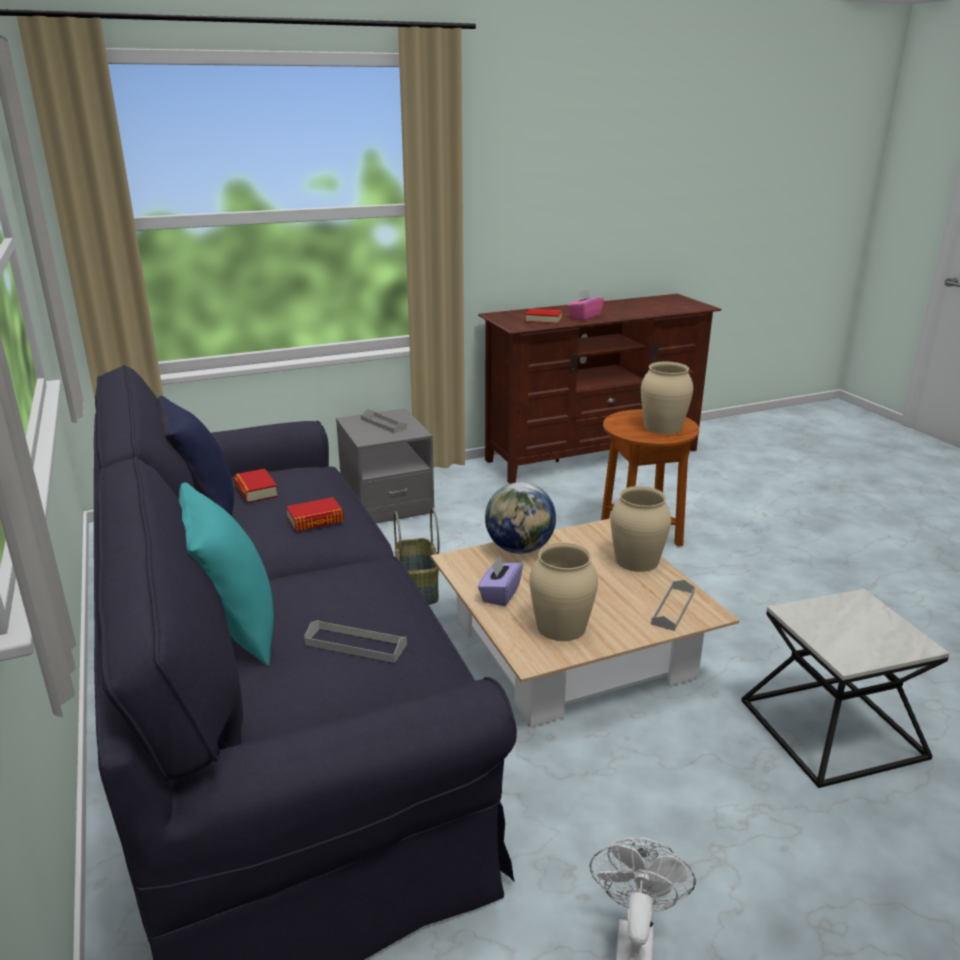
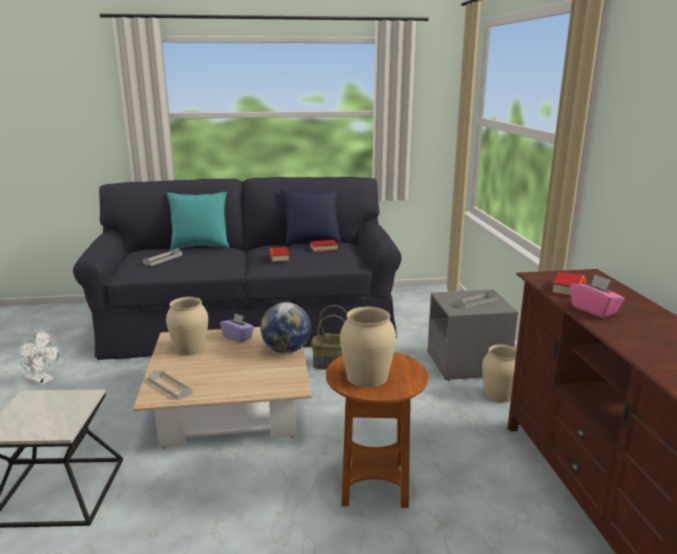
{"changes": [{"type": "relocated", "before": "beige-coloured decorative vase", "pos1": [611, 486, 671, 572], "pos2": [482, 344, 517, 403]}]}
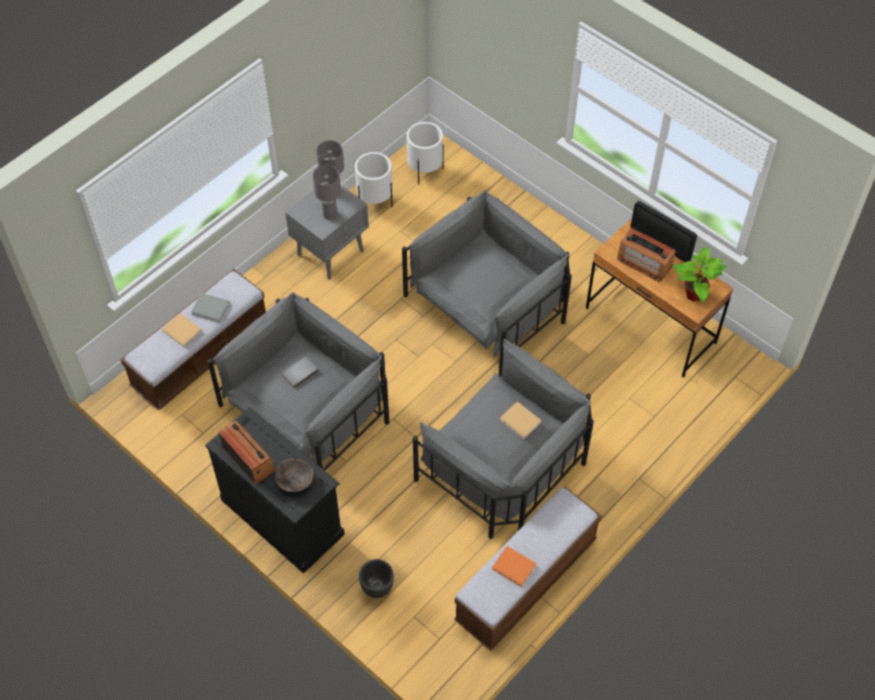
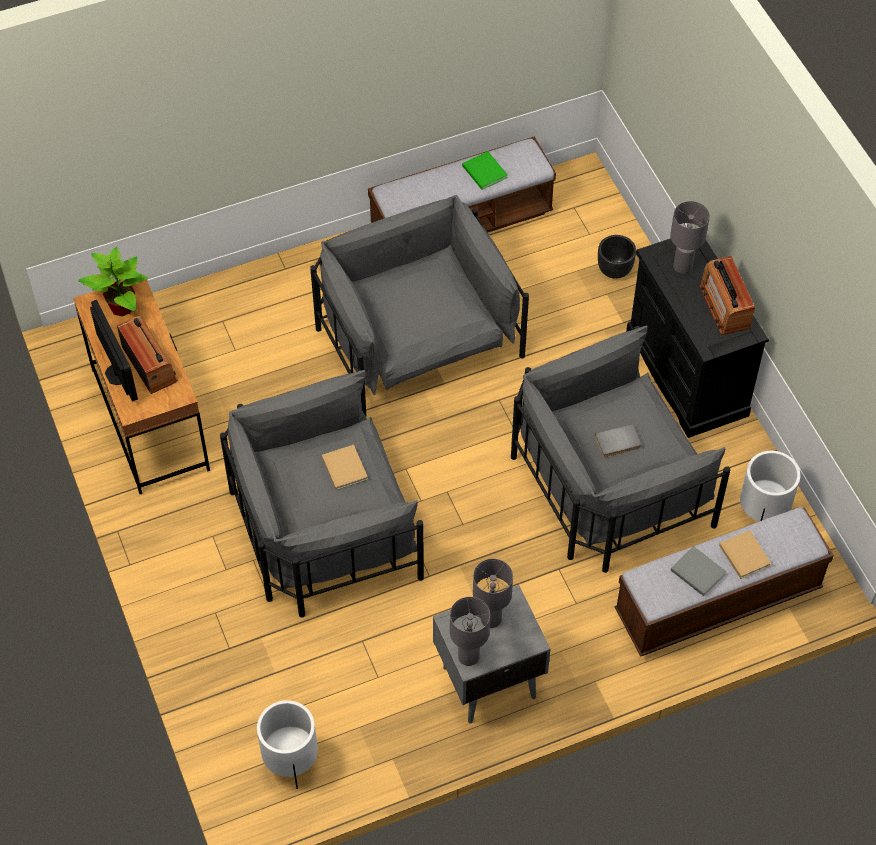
{"changes": [{"type": "relocated", "before": "white plant pot", "pos1": [355, 152, 393, 207], "pos2": [740, 451, 800, 521]}, {"type": "relocated", "before": "beige-coloured volume", "pos1": [500, 401, 542, 439], "pos2": [322, 445, 368, 490]}, {"type": "exchanged", "before": "brown-coloured bowl", "after": "gray table lamp", "pos1": [275, 458, 314, 492], "pos2": [670, 201, 710, 274]}, {"type": "colour", "before": "orange volume", "after": "green volume", "pos1": [492, 546, 536, 587], "pos2": [462, 151, 508, 190]}]}
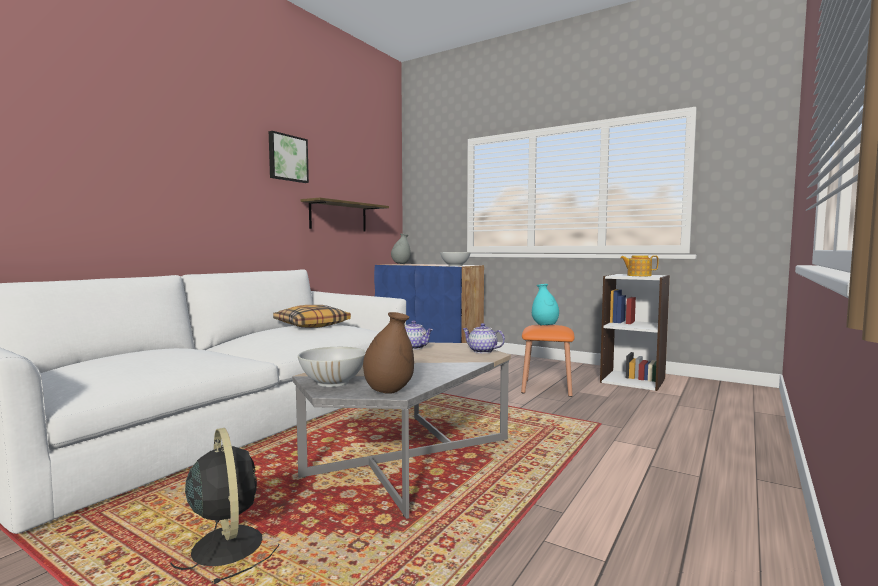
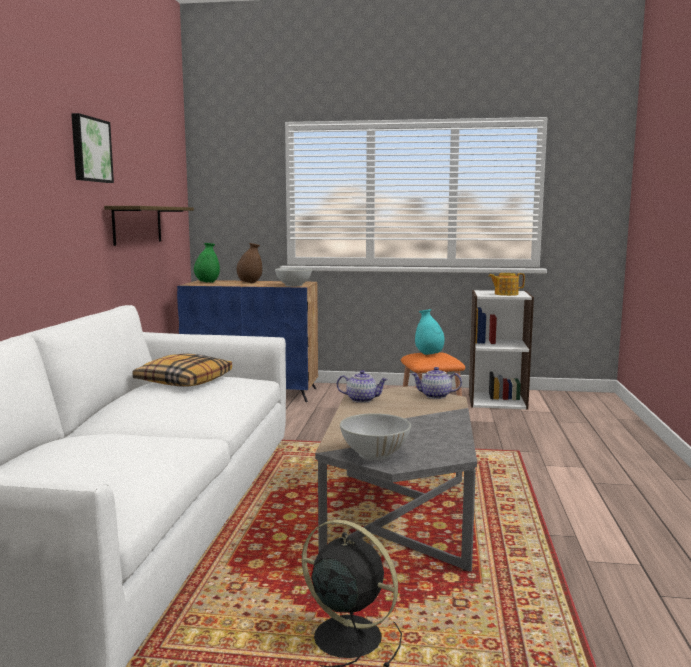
{"changes": [{"type": "colour", "before": "gray decorative vase", "after": "green decorative vase", "pos1": [391, 234, 411, 264], "pos2": [194, 243, 220, 283]}, {"type": "relocated", "before": "brown-coloured decorative vase", "pos1": [363, 312, 414, 394], "pos2": [237, 243, 262, 283]}]}
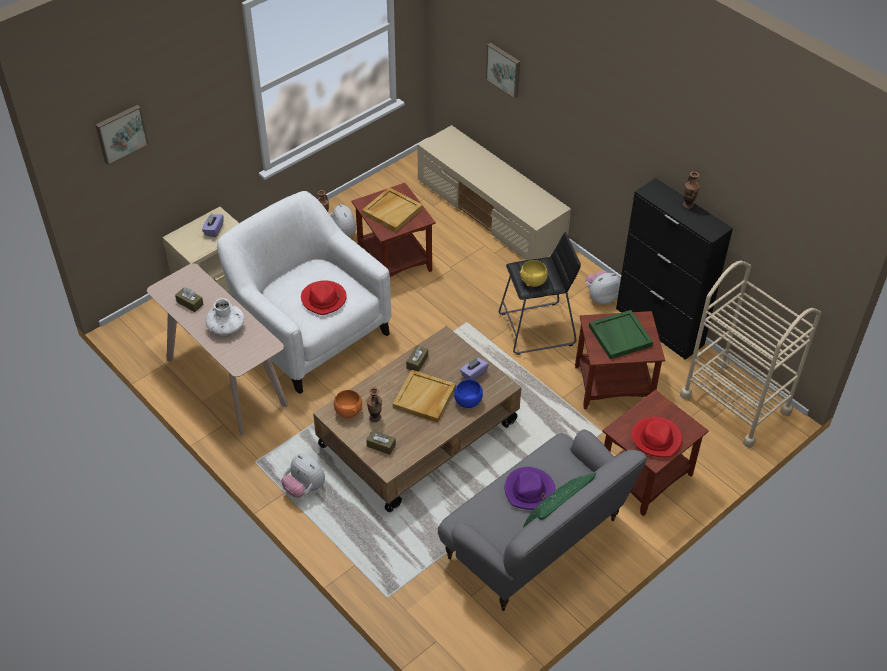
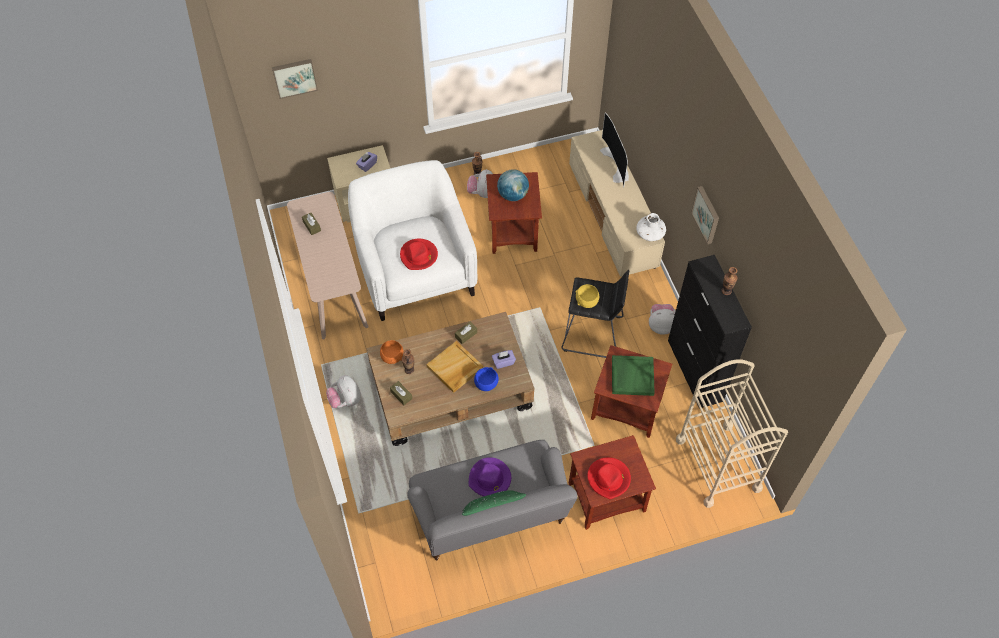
{"changes": [{"type": "relocated", "before": "picture", "pos1": [485, 43, 520, 99], "pos2": [691, 186, 719, 244]}, {"type": "exchanged", "before": "beige-coloured carrying tray", "after": "world globe", "pos1": [362, 187, 422, 232], "pos2": [497, 169, 529, 201]}, {"type": "relocated", "before": "white decorative vase", "pos1": [206, 298, 244, 335], "pos2": [636, 213, 666, 241]}, {"type": "appeared", "after": "television", "pos2": [600, 112, 629, 188]}]}
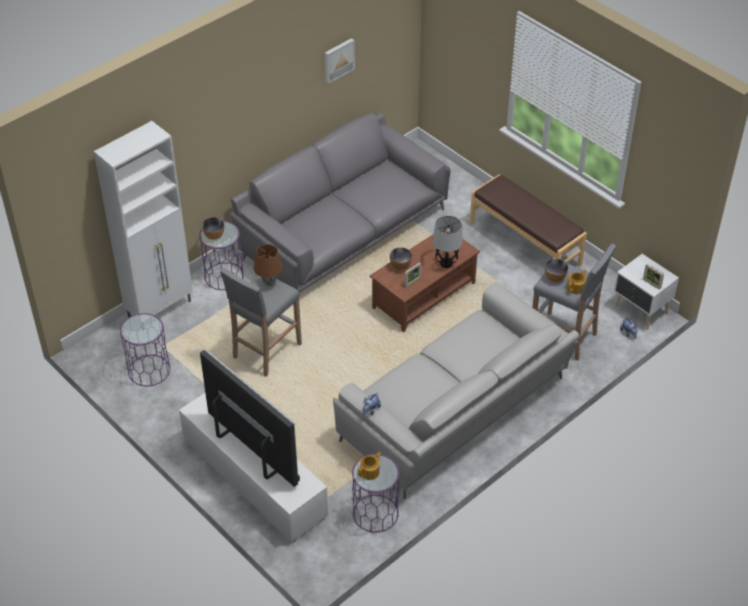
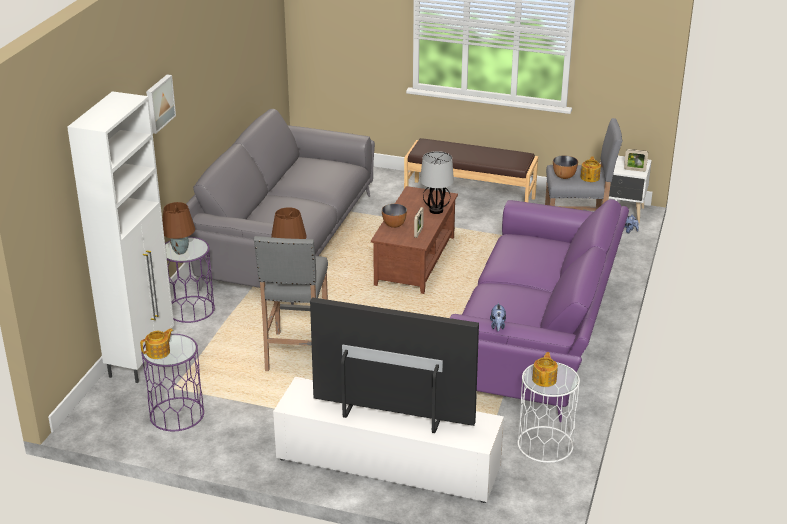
{"changes": [{"type": "relocated", "before": "picture", "pos1": [325, 38, 355, 83], "pos2": [146, 74, 176, 134]}, {"type": "exchanged", "before": "bowl", "after": "brown-coloured table lamp", "pos1": [202, 217, 224, 240], "pos2": [162, 202, 195, 254]}, {"type": "colour", "before": "gray couch", "after": "purple couch", "pos1": [333, 283, 579, 499], "pos2": [450, 199, 629, 422]}, {"type": "colour", "before": "purple side table", "after": "white side table", "pos1": [352, 454, 399, 533], "pos2": [517, 362, 580, 463]}, {"type": "appeared", "after": "teapot", "pos2": [140, 328, 174, 359]}]}
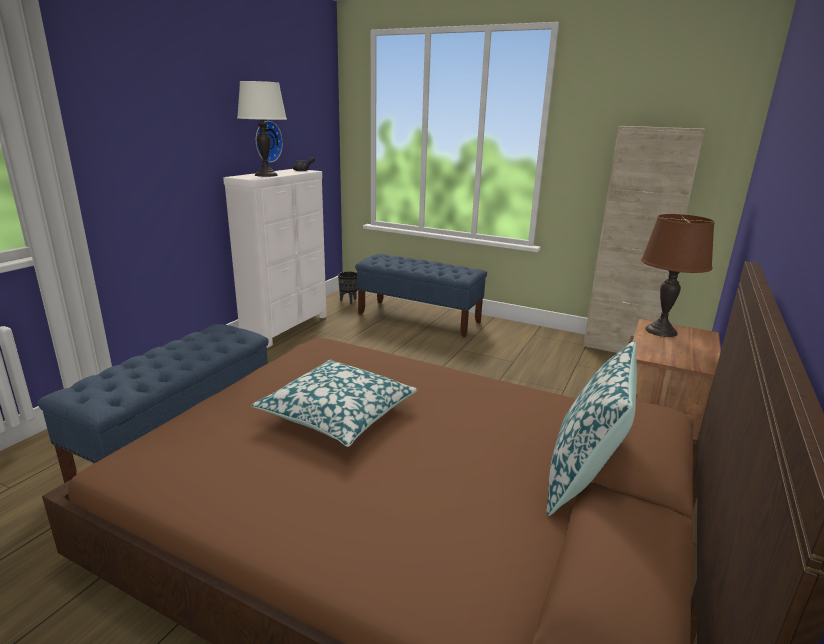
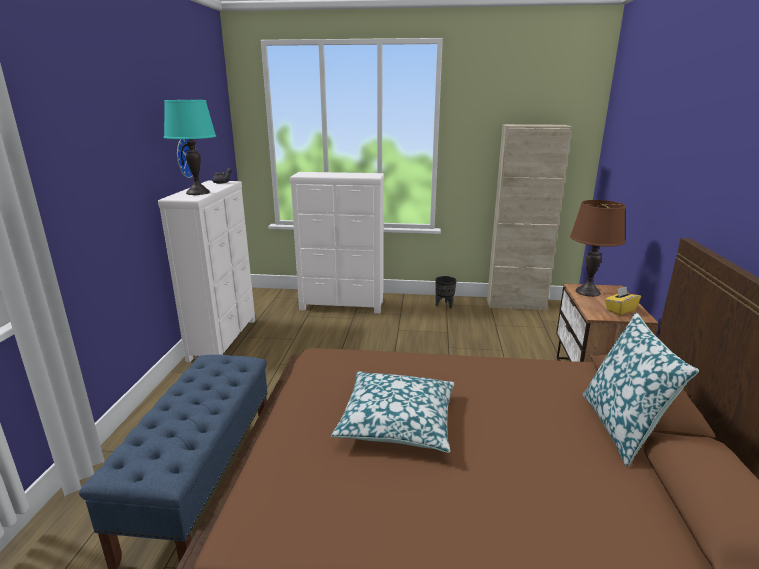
{"changes": [{"type": "colour", "before": "white table lamp", "after": "turquoise-coloured table lamp", "pos1": [237, 81, 287, 177], "pos2": [164, 100, 216, 195]}, {"type": "exchanged", "before": "bluish bench", "after": "white chest of drawers", "pos1": [355, 254, 487, 337], "pos2": [290, 172, 384, 314]}, {"type": "relocated", "before": "blackish plant pot", "pos1": [338, 272, 358, 304], "pos2": [435, 276, 457, 308]}, {"type": "appeared", "after": "yellow-coloured box of tissues", "pos2": [605, 286, 641, 315]}]}
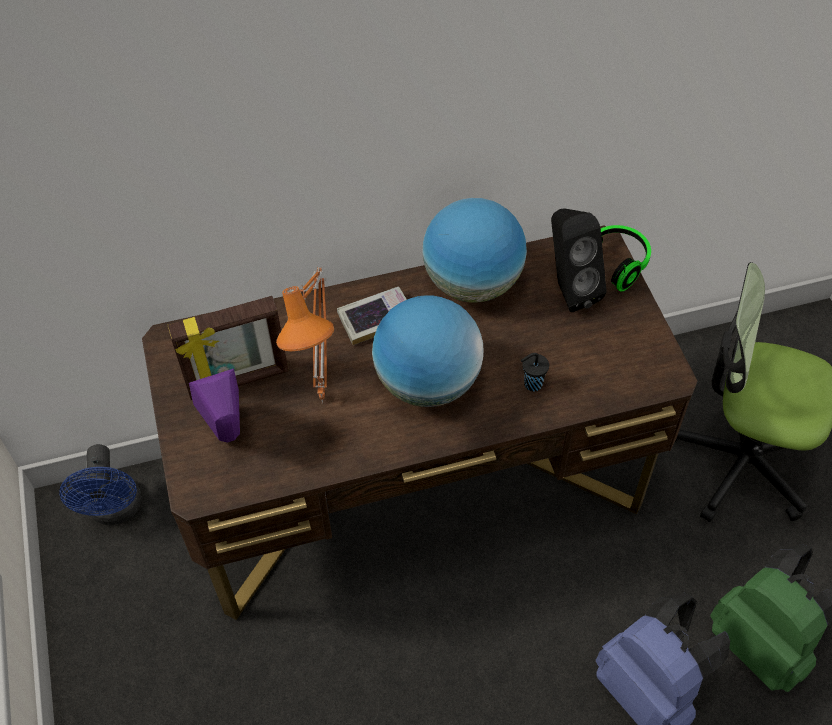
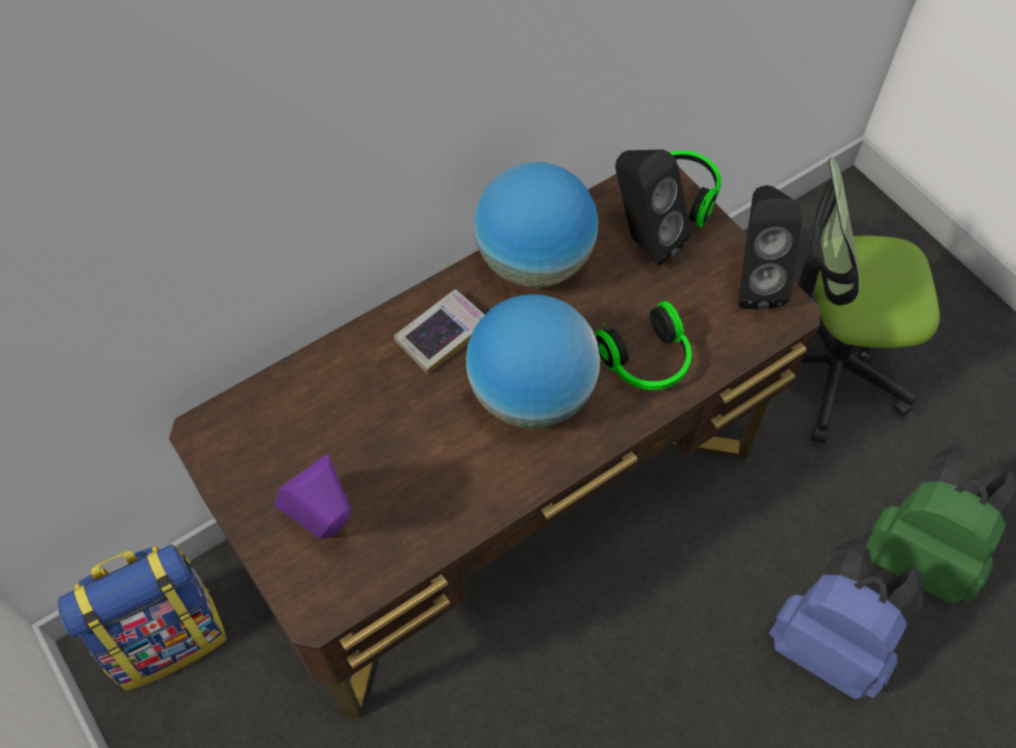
{"changes": [{"type": "missing", "before": "orange table lamp", "pos1": [276, 267, 334, 403]}, {"type": "missing", "before": "standing frame", "pos1": [167, 296, 289, 400]}, {"type": "exchanged", "before": "blackish small cup", "after": "headphones", "pos1": [521, 353, 549, 392], "pos2": [594, 301, 692, 390]}, {"type": "exchanged", "before": "bluish electric fan", "after": "backpack", "pos1": [59, 444, 141, 525], "pos2": [58, 544, 227, 691]}, {"type": "appeared", "after": "blackish audio speaker", "pos2": [738, 185, 802, 310]}]}
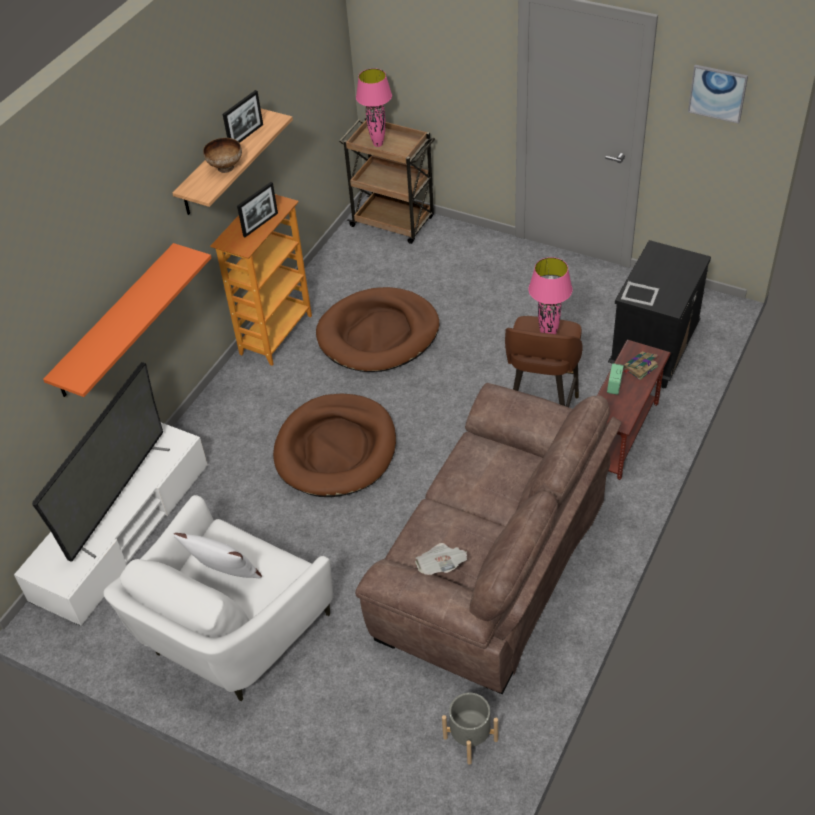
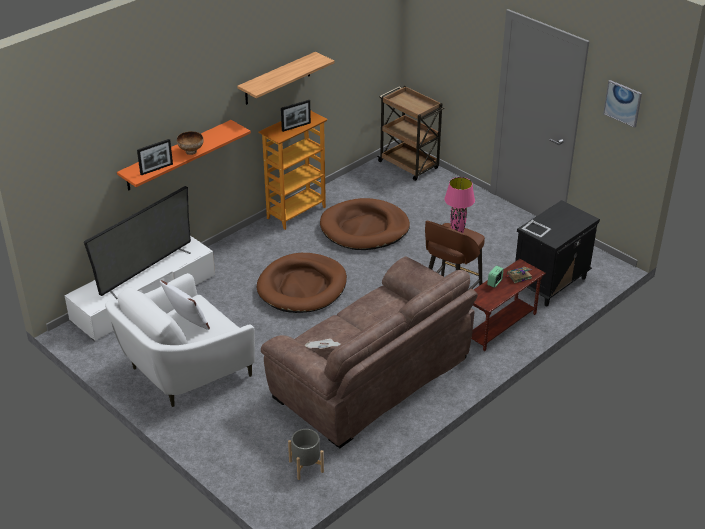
{"changes": [{"type": "missing", "before": "pink-coloured table lamp", "pos1": [356, 68, 392, 147]}, {"type": "relocated", "before": "standing frame", "pos1": [223, 90, 263, 143], "pos2": [137, 139, 173, 176]}, {"type": "relocated", "before": "bowl", "pos1": [203, 138, 242, 173], "pos2": [177, 131, 203, 155]}]}
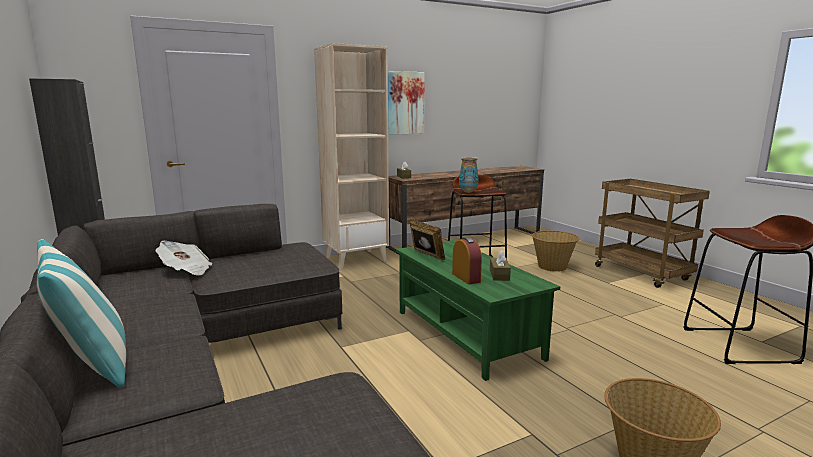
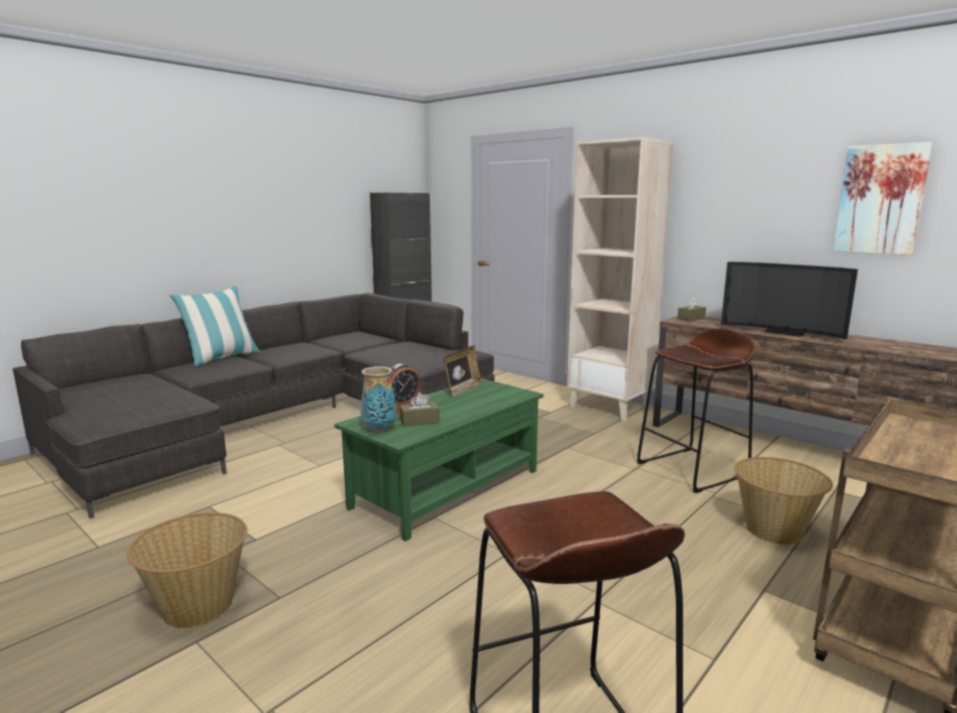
{"changes": [{"type": "relocated", "before": "picture", "pos1": [388, 71, 425, 135], "pos2": [833, 142, 933, 255]}, {"type": "relocated", "before": "decorative vase", "pos1": [459, 157, 479, 193], "pos2": [361, 366, 396, 432]}, {"type": "missing", "before": "newspaper", "pos1": [156, 241, 213, 276]}, {"type": "appeared", "after": "television", "pos2": [721, 262, 858, 339]}]}
